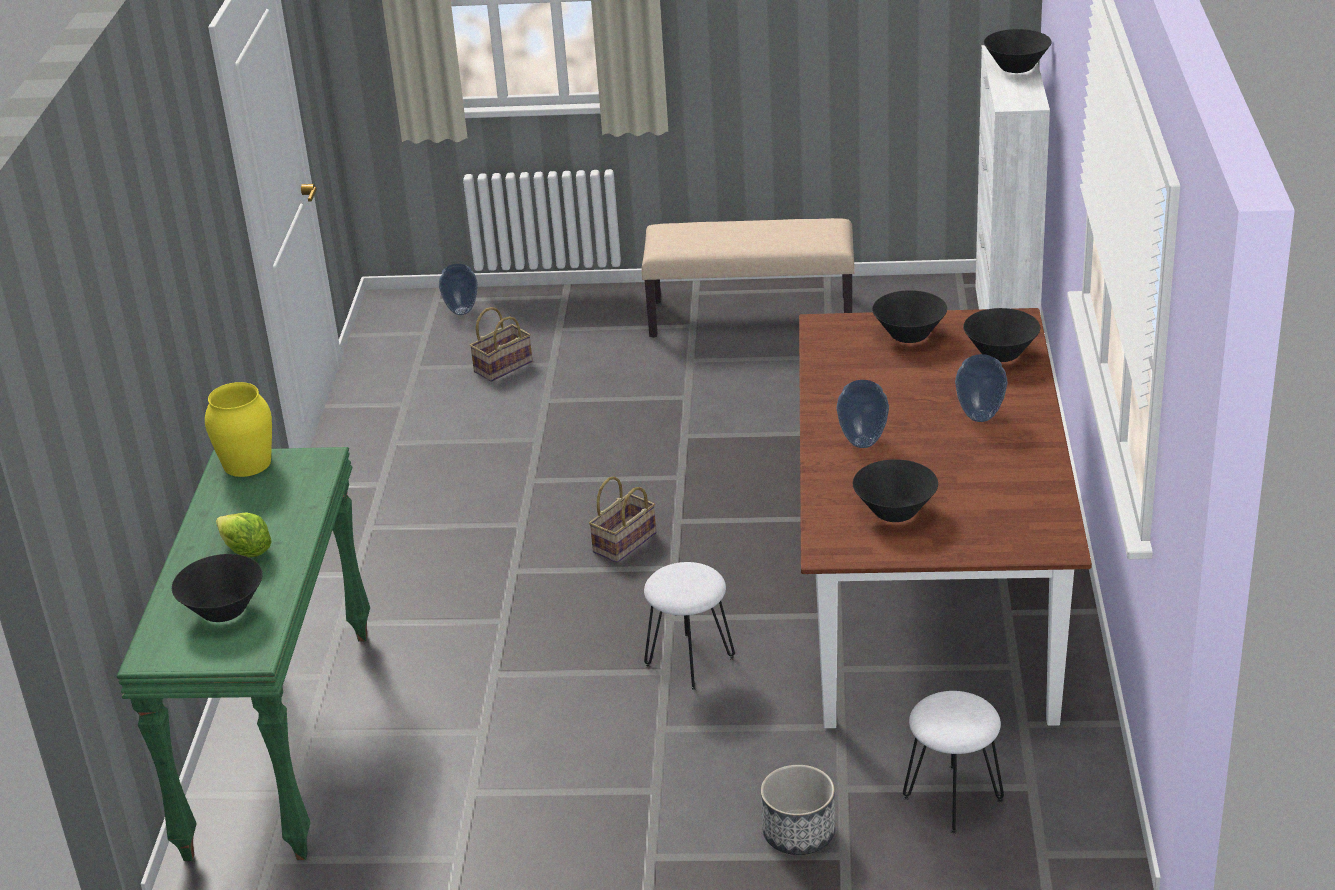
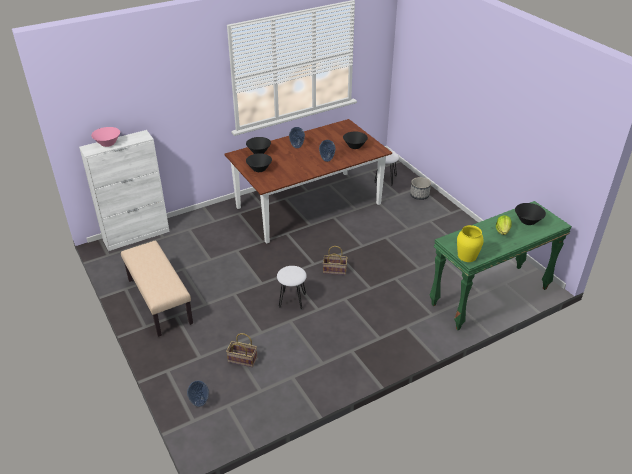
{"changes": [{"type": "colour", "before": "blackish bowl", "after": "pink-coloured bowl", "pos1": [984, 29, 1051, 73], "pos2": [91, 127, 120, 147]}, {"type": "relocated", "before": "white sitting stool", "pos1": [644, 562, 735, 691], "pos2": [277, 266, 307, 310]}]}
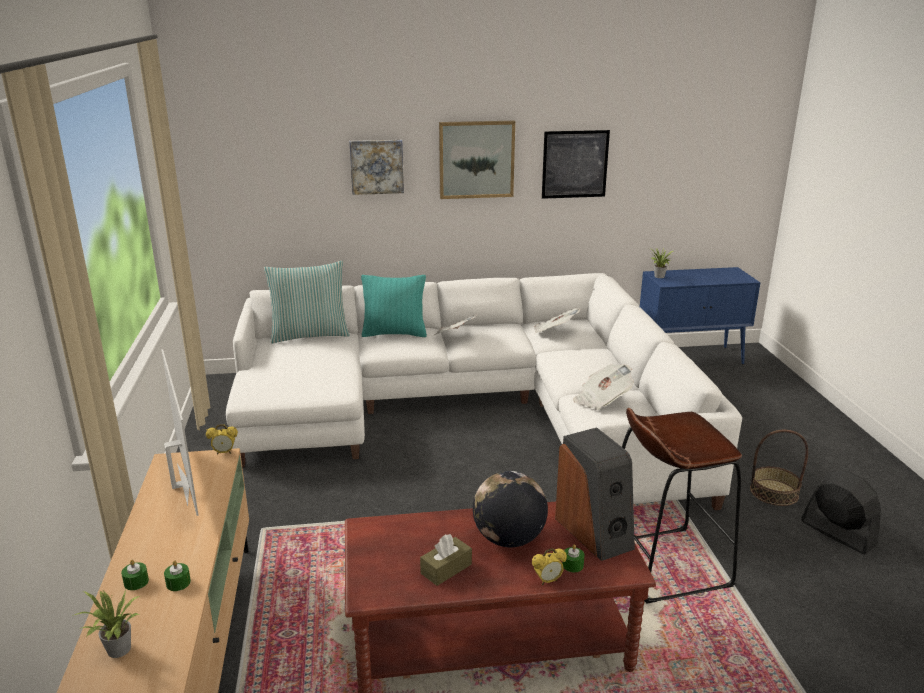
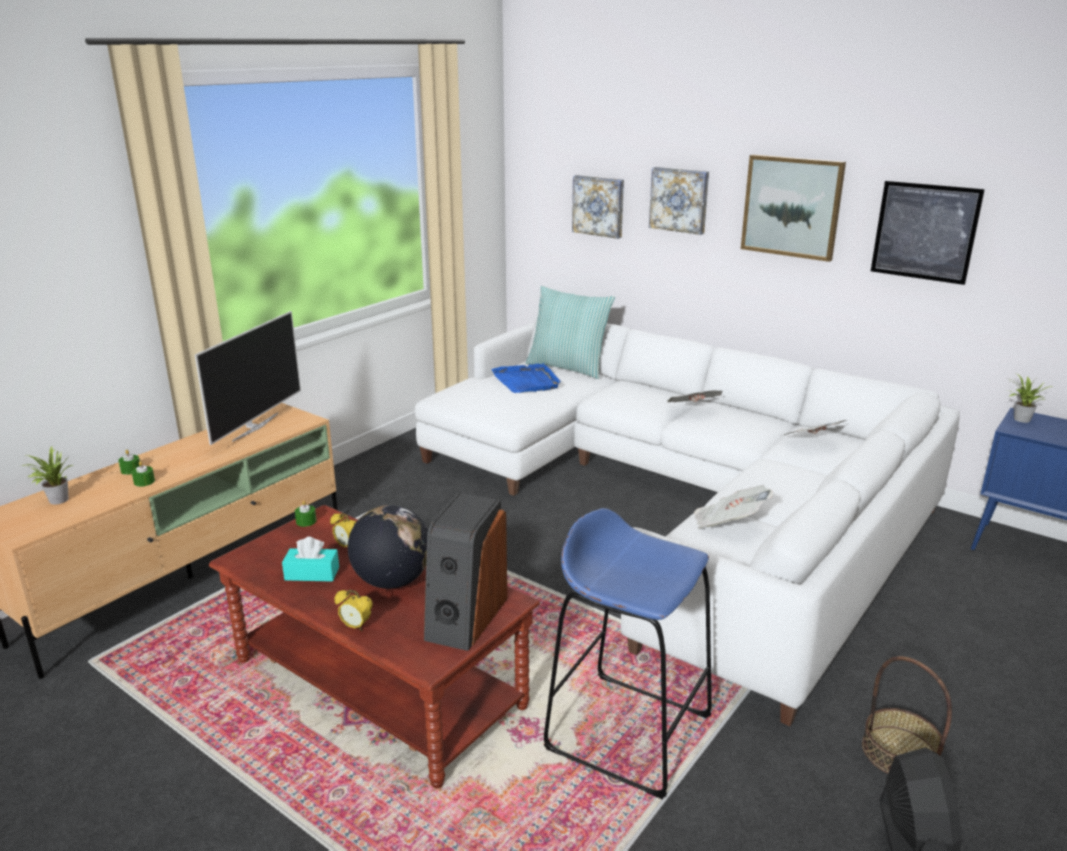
{"changes": [{"type": "missing", "before": "turquoise-coloured throw pillow", "pos1": [361, 275, 427, 337]}, {"type": "colour", "before": "brown-coloured sitting stool", "after": "bluish sitting stool", "pos1": [622, 408, 742, 604], "pos2": [544, 508, 712, 799]}, {"type": "relocated", "before": "bedside clock", "pos1": [206, 424, 238, 455], "pos2": [330, 513, 356, 547]}, {"type": "colour", "before": "brown-coloured box of tissues", "after": "turquoise-coloured box of tissues", "pos1": [420, 534, 472, 586], "pos2": [282, 537, 339, 582]}, {"type": "relocated", "before": "green candle", "pos1": [562, 544, 584, 572], "pos2": [295, 500, 317, 527]}, {"type": "appeared", "after": "picture", "pos2": [572, 175, 624, 239]}, {"type": "appeared", "after": "bluish carrying tray", "pos2": [491, 363, 561, 393]}]}
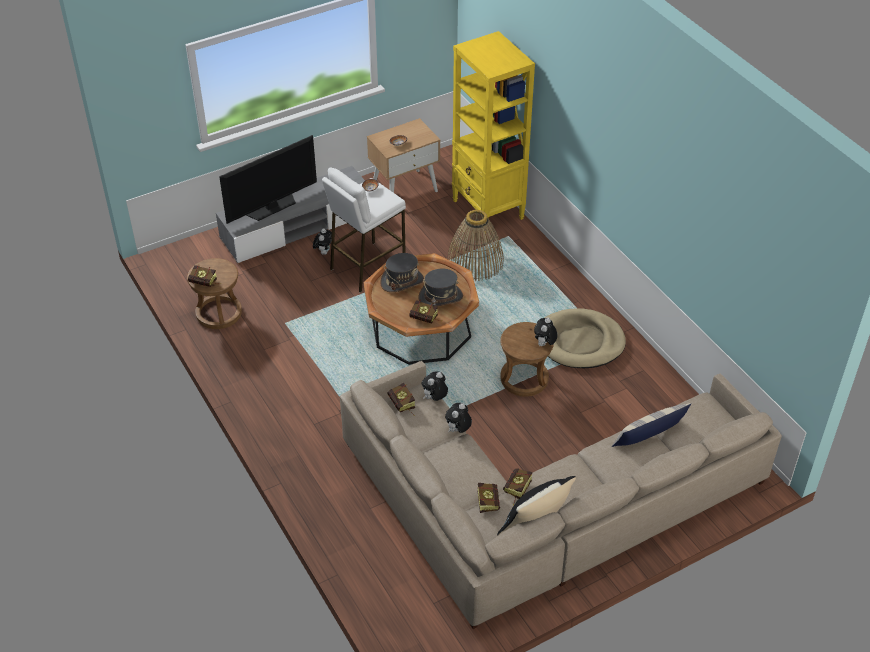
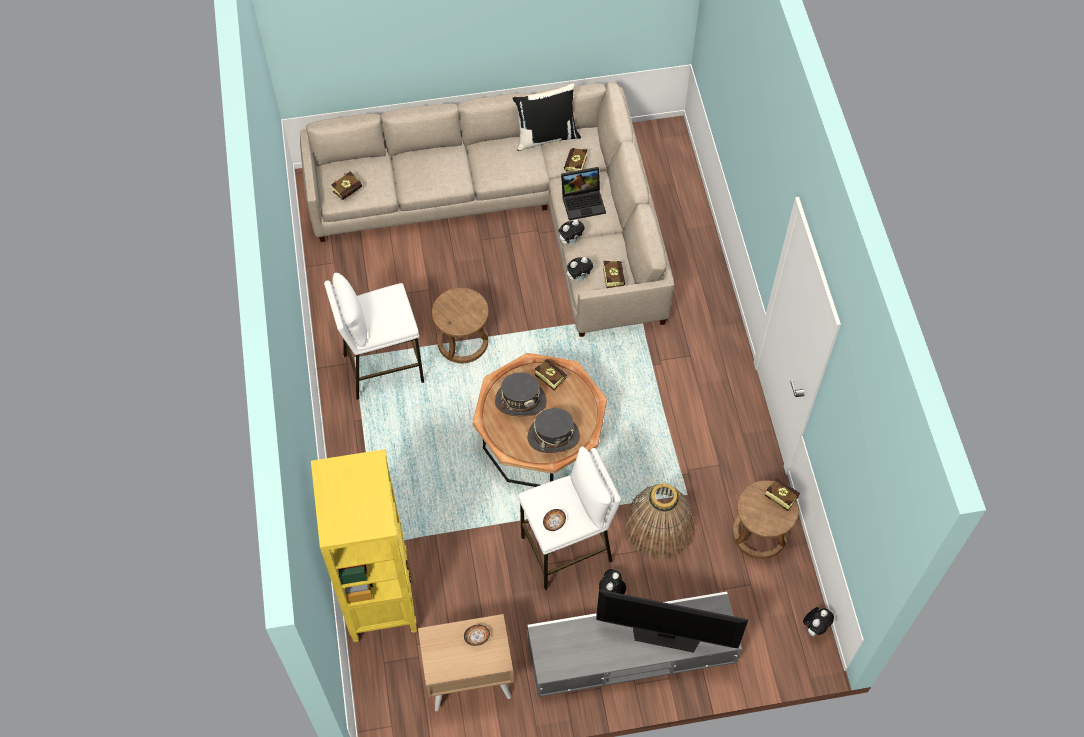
{"changes": [{"type": "spun", "before": "television", "pos1": [219, 135, 317, 224], "pos2": [596, 589, 748, 653], "turn": -150}, {"type": "relocated", "before": "storage basket", "pos1": [447, 210, 504, 281], "pos2": [624, 483, 694, 559]}, {"type": "exchanged", "before": "beige-coloured dog bed", "after": "white sitting stool", "pos1": [545, 308, 626, 368], "pos2": [324, 273, 424, 400]}, {"type": "relocated", "before": "plush toy", "pos1": [534, 317, 557, 346], "pos2": [803, 607, 834, 636]}, {"type": "missing", "before": "throw pillow", "pos1": [612, 403, 692, 447]}, {"type": "relocated", "before": "volume", "pos1": [503, 468, 532, 505], "pos2": [331, 171, 362, 200]}, {"type": "appeared", "after": "laptop", "pos2": [561, 167, 606, 220]}]}
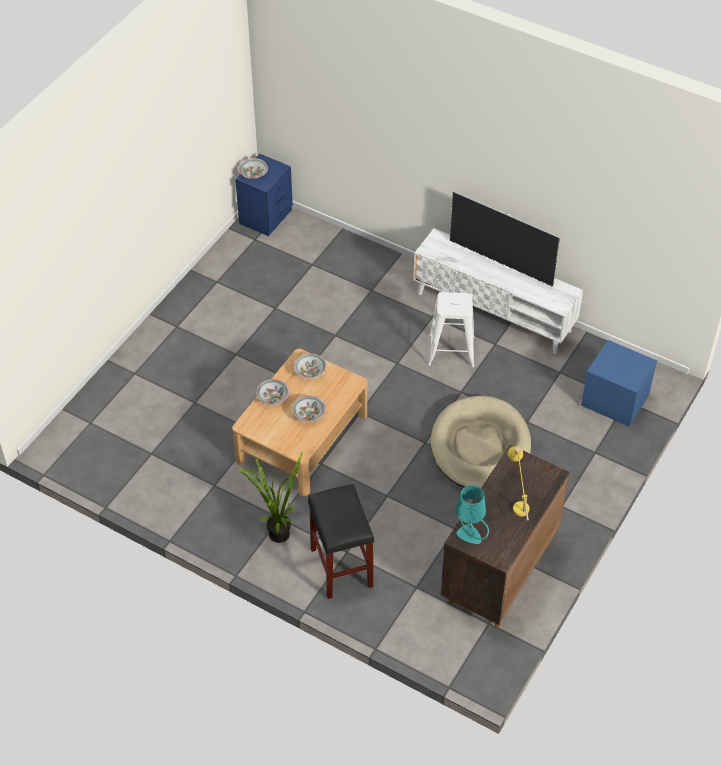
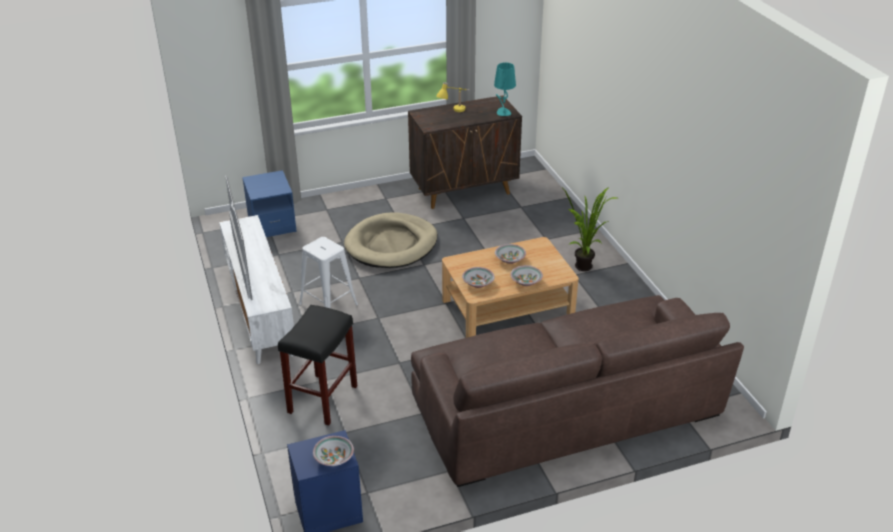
{"changes": [{"type": "relocated", "before": "blackish sitting stool", "pos1": [308, 484, 374, 599], "pos2": [278, 305, 357, 425]}, {"type": "appeared", "after": "brown-coloured couch", "pos2": [411, 295, 744, 487]}]}
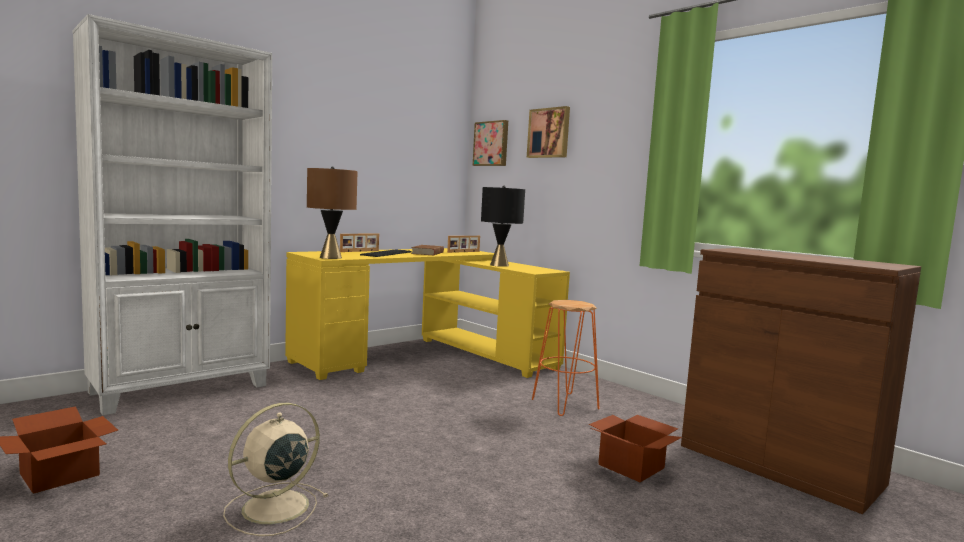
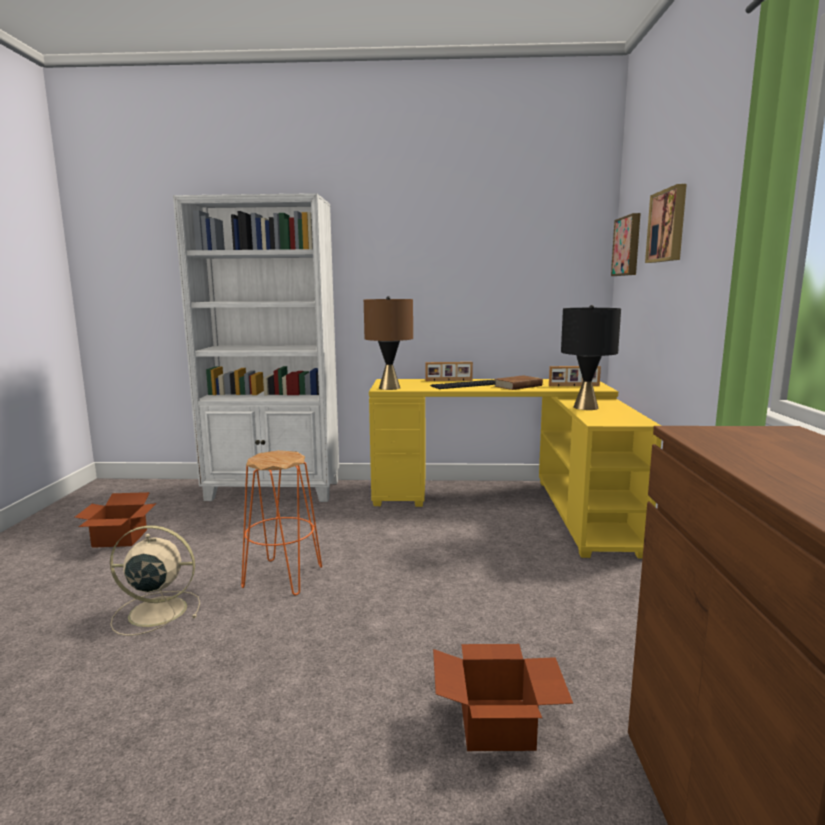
{"changes": [{"type": "relocated", "before": "orange sitting stool", "pos1": [532, 300, 599, 416], "pos2": [241, 450, 322, 595]}]}
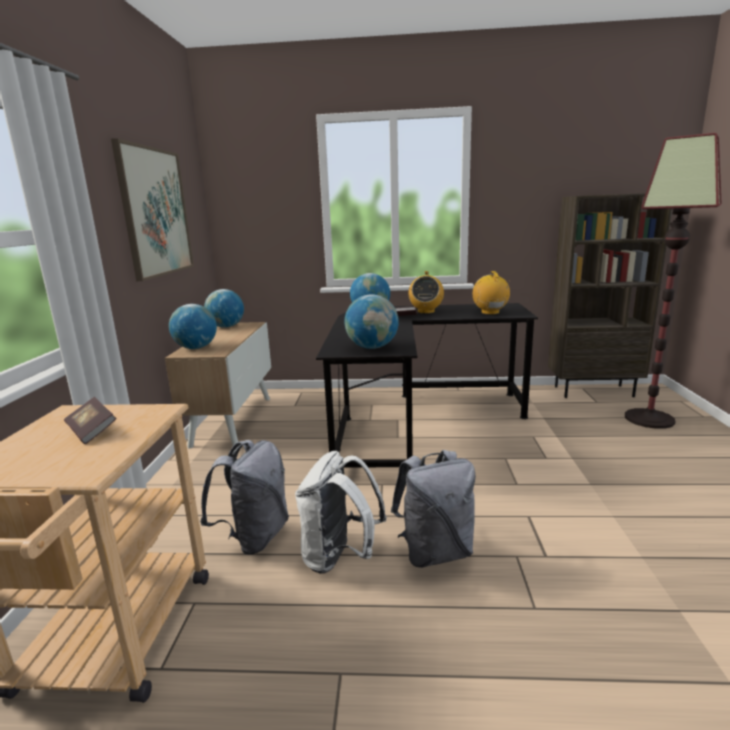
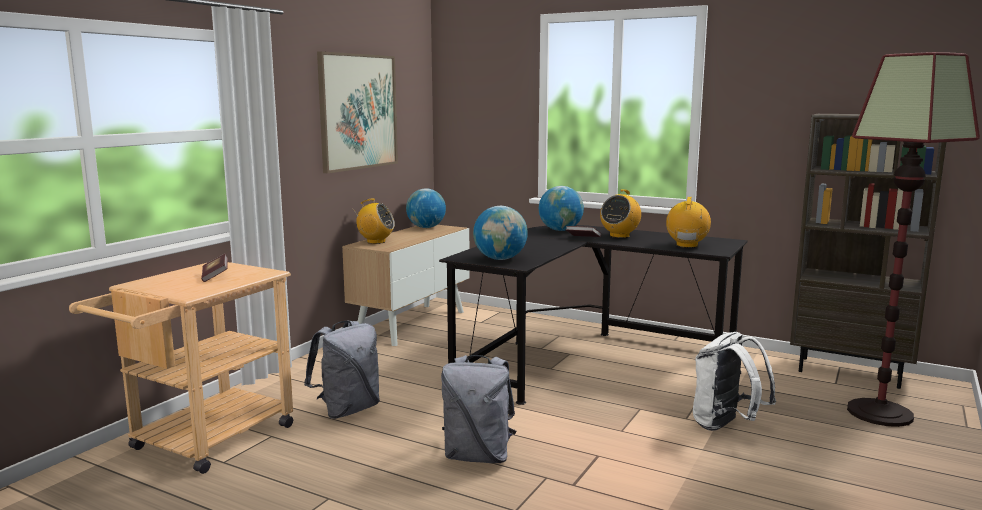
{"changes": [{"type": "exchanged", "before": "world globe", "after": "radio", "pos1": [169, 304, 217, 349], "pos2": [352, 199, 395, 244]}, {"type": "relocated", "before": "white backpack", "pos1": [295, 451, 387, 574], "pos2": [693, 332, 776, 431]}]}
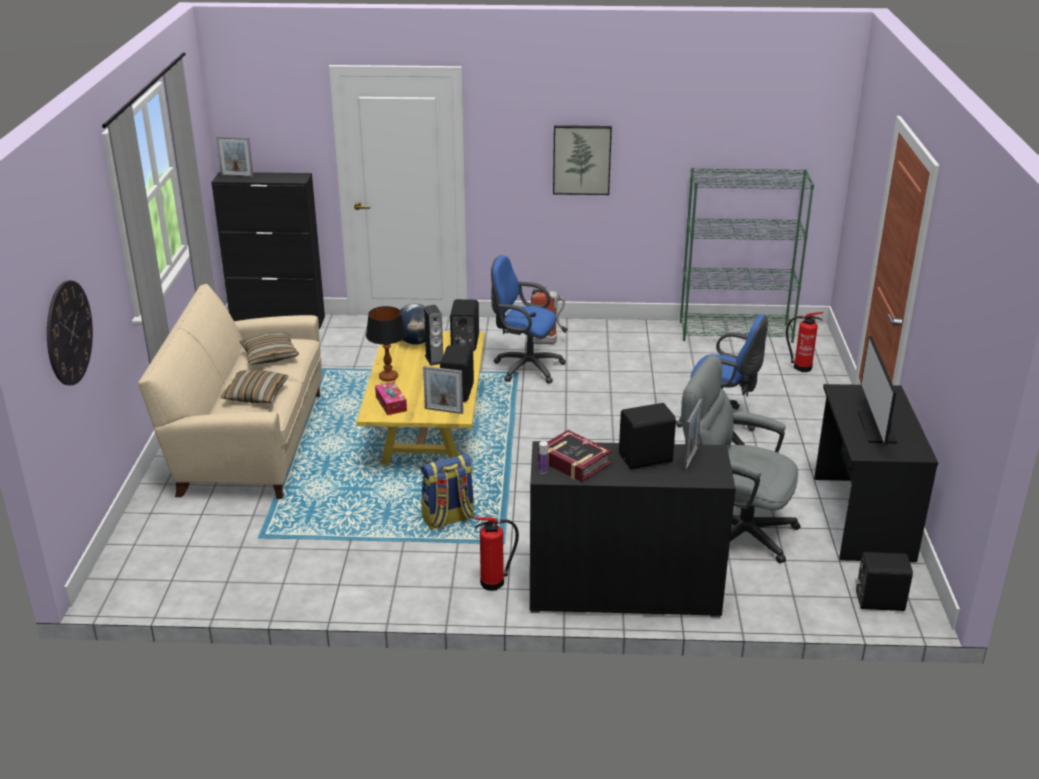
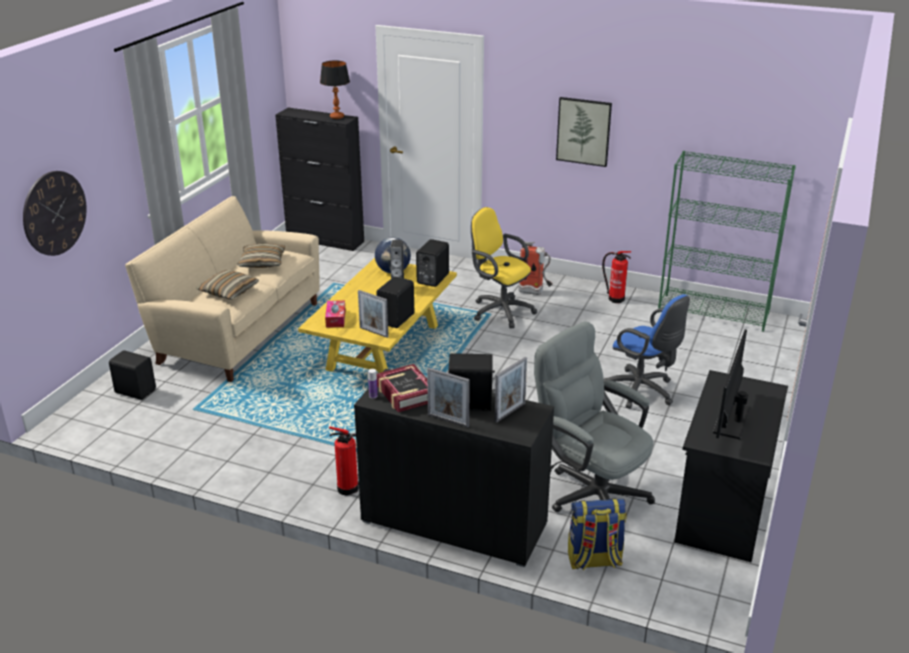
{"changes": [{"type": "relocated", "before": "standing frame", "pos1": [216, 136, 253, 177], "pos2": [427, 367, 470, 427]}, {"type": "colour", "before": "bluish desk chair", "after": "yellow-coloured desk chair", "pos1": [491, 255, 566, 384], "pos2": [471, 207, 537, 329]}, {"type": "relocated", "before": "table lamp", "pos1": [366, 306, 406, 382], "pos2": [320, 60, 350, 119]}, {"type": "relocated", "before": "extinguisher", "pos1": [786, 312, 823, 372], "pos2": [602, 251, 632, 303]}, {"type": "relocated", "before": "backpack", "pos1": [421, 454, 475, 530], "pos2": [568, 498, 627, 570]}, {"type": "relocated", "before": "blackish audio speaker", "pos1": [855, 552, 913, 611], "pos2": [109, 350, 156, 400]}]}
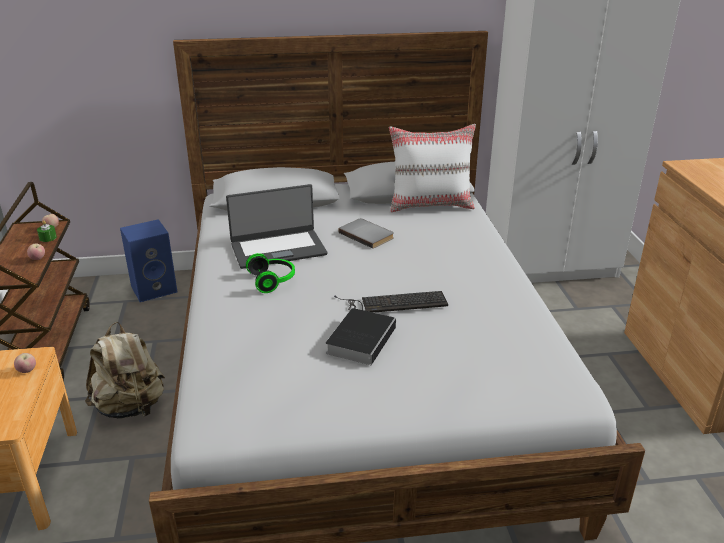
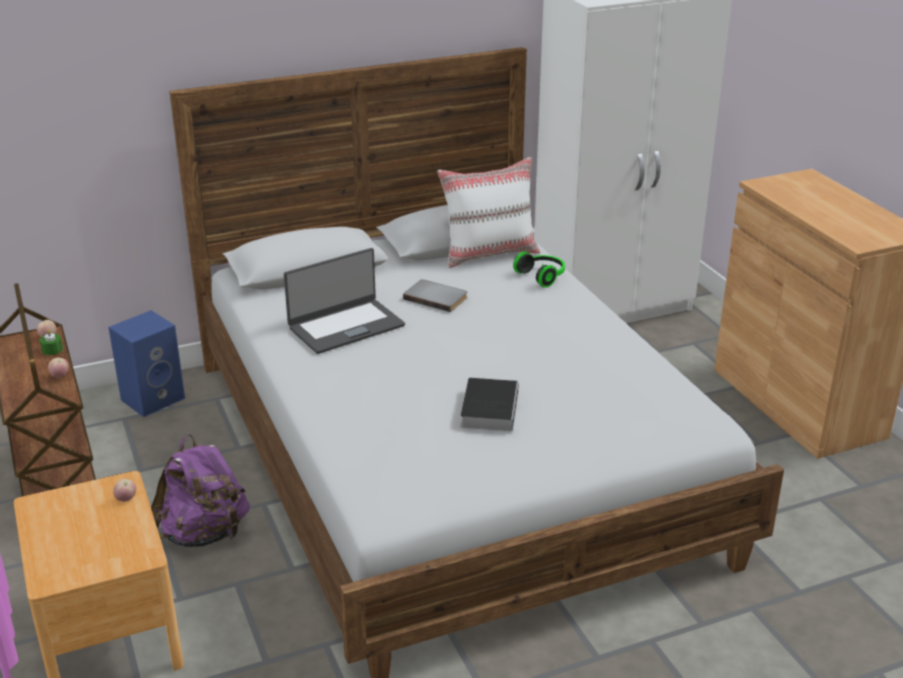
{"changes": [{"type": "relocated", "before": "headphones", "pos1": [246, 253, 295, 293], "pos2": [513, 251, 565, 288]}, {"type": "missing", "before": "computer keyboard", "pos1": [334, 291, 448, 313]}, {"type": "colour", "before": "beige-coloured backpack", "after": "purple backpack", "pos1": [85, 322, 165, 419], "pos2": [151, 434, 250, 547]}]}
